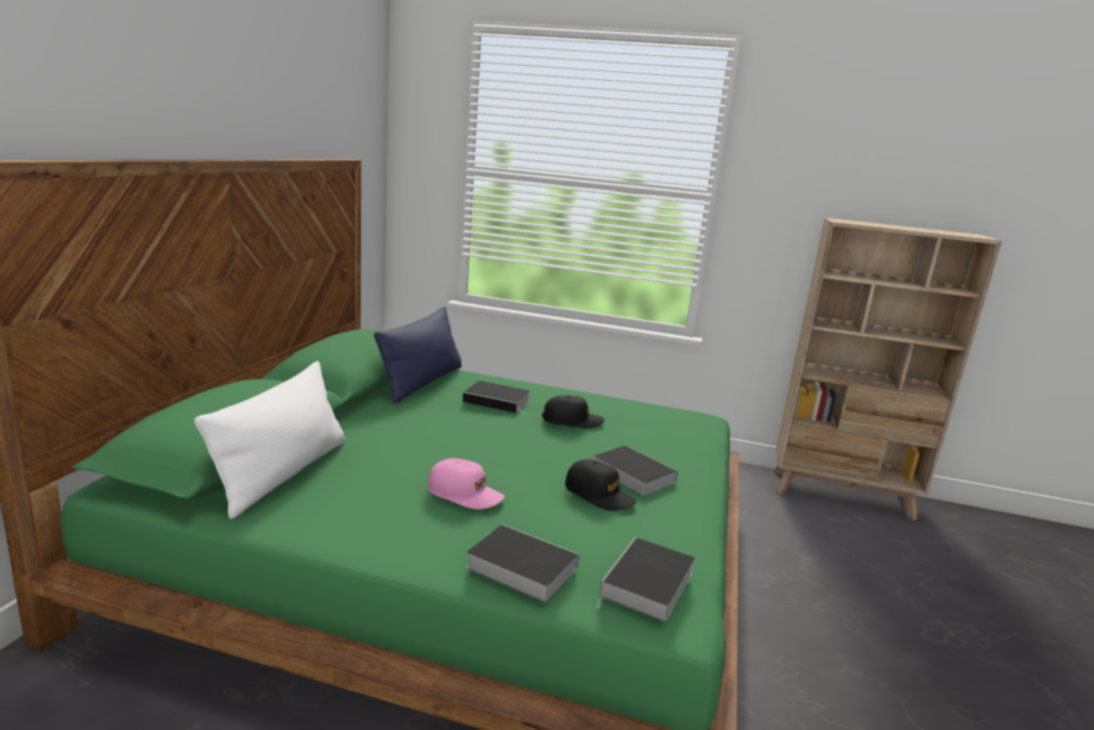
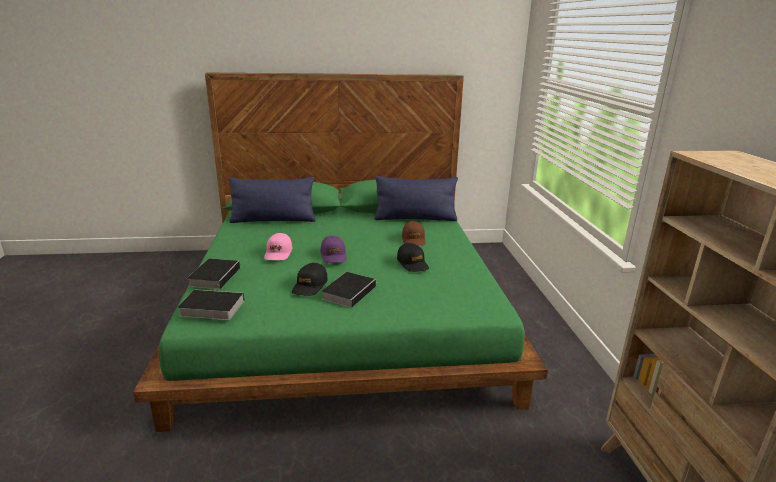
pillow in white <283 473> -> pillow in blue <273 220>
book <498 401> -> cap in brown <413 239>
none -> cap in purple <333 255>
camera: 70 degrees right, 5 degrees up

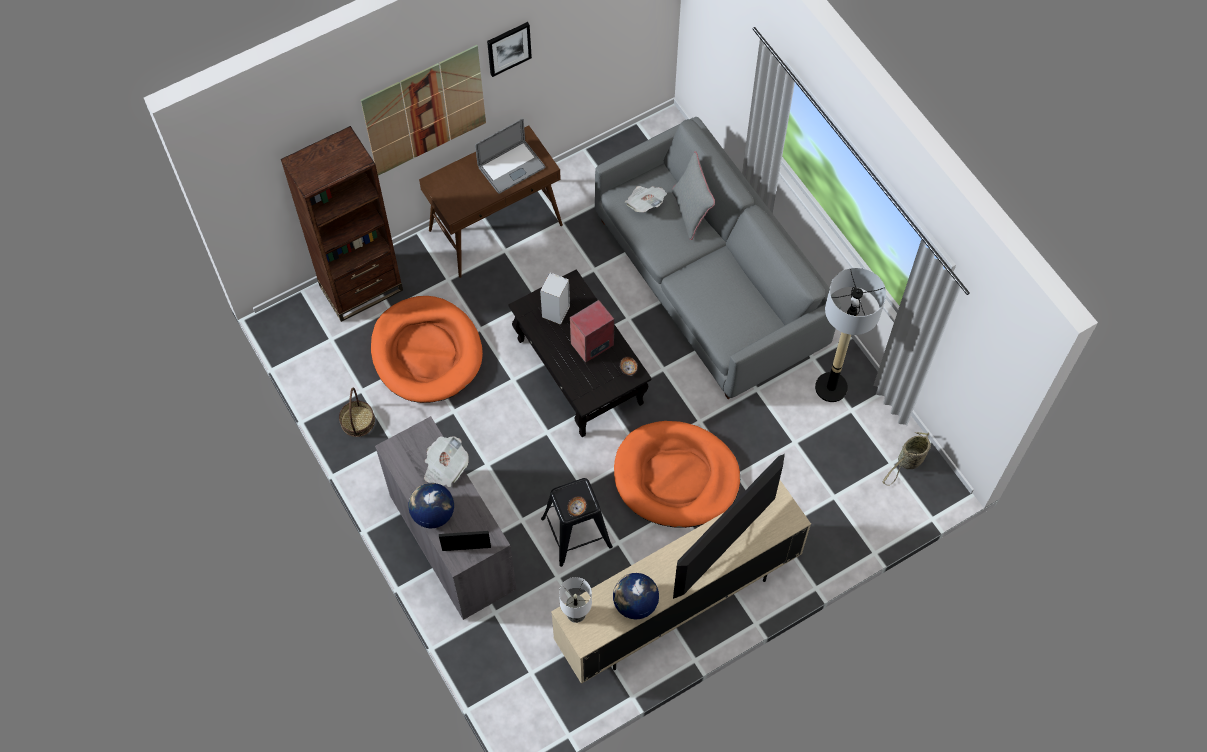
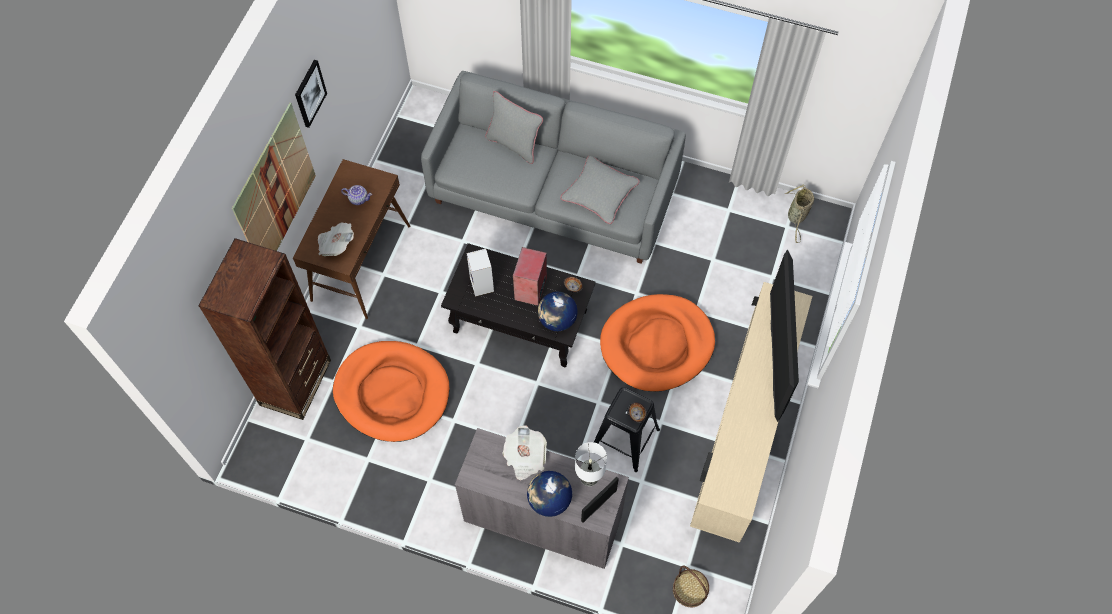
basket <357 421> -> basket <690 589>, relocated
laptop <511 167> -> teapot <358 198>
table lamp <575 613> -> table lamp <589 478>, relocated
globe <635 603> -> globe <557 320>, relocated
newspaper <645 203> -> newspaper <336 245>, relocated
floor lamp <831 387> -> none
none -> pillow in grey <599 193>
camera: 40 degrees left, 0 degrees up

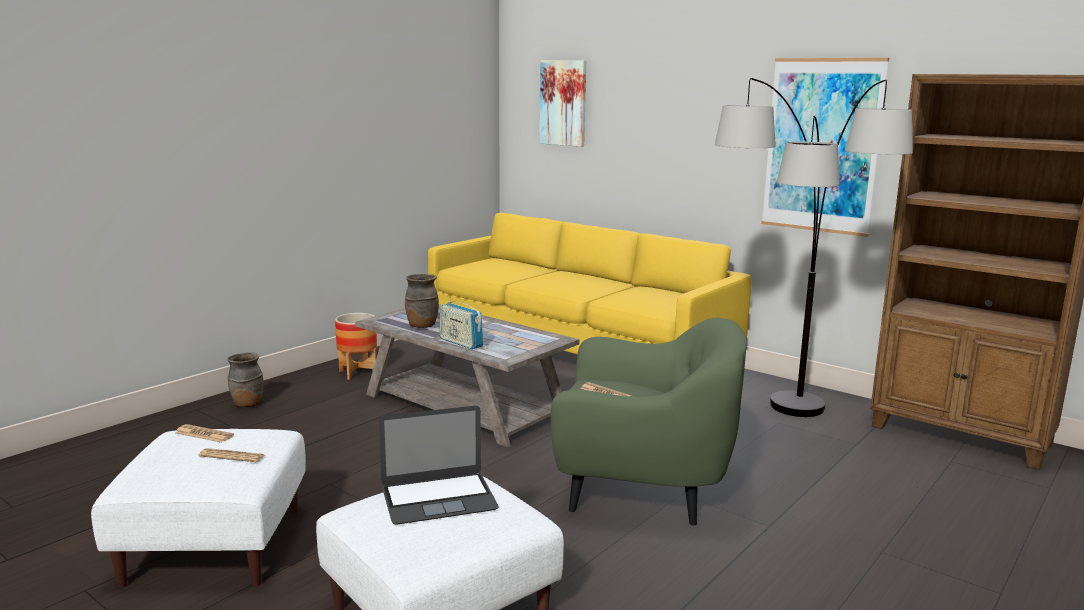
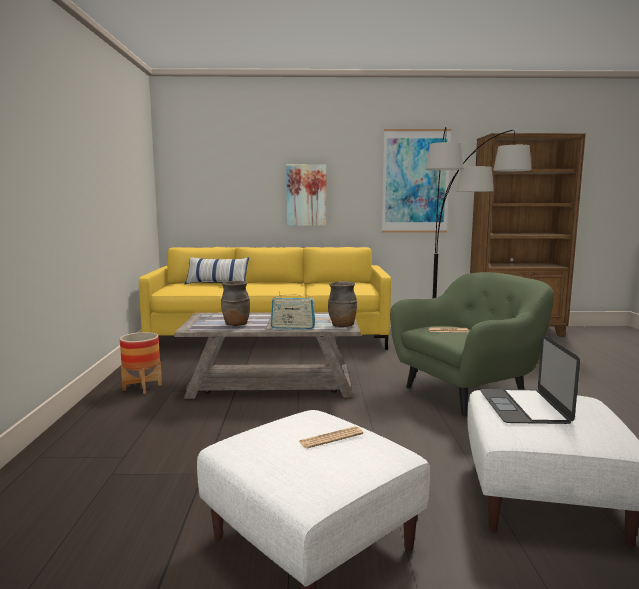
newspaper <204 434> -> none
vase in brown <247 404> -> vase in brown <342 326>, relocated
laptop <439 498> -> laptop <524 406>, 150 degrees clockwise
picture <563 103> -> picture <306 195>, relocated
none -> pillow <217 284>
camera: 40 degrees left, 5 degrees down

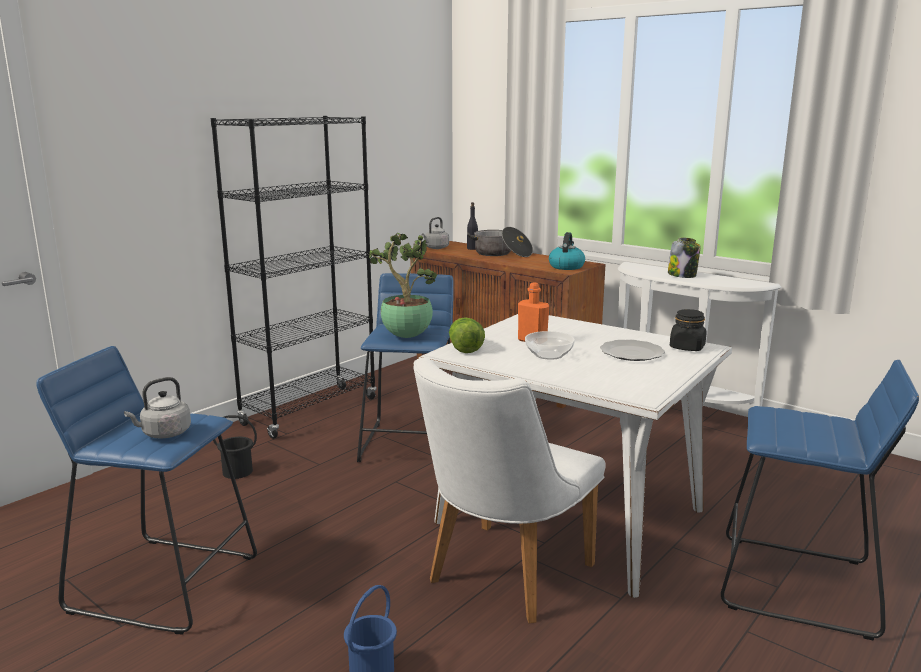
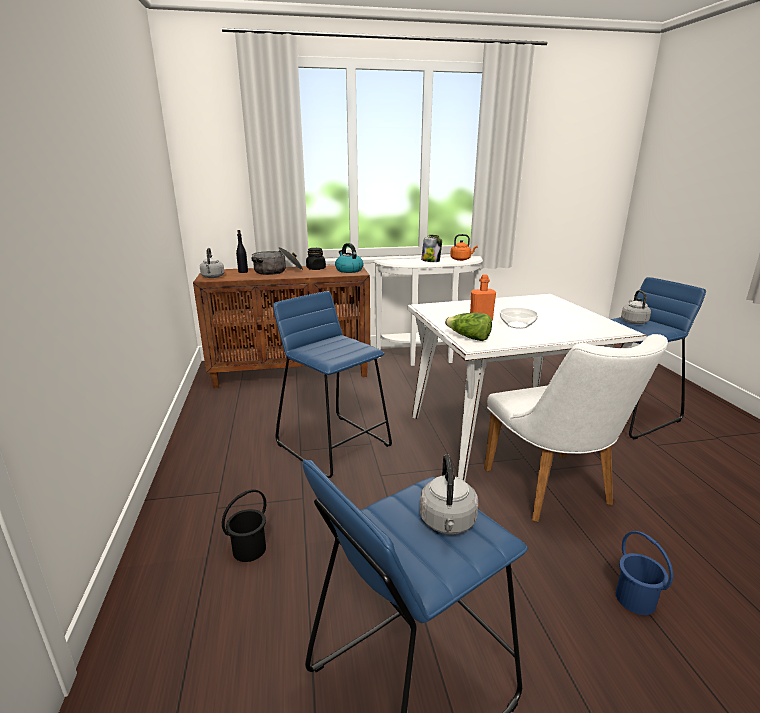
bookcase in black <310 411> -> none
potted plant <405 336> -> none
plate <632 353> -> none
jar in black <687 347> -> jar in black <316 268>, relocated
none -> kettle in orange <461 259>
none -> kettle in grey <633 321>
camera: 50 degrees left, 5 degrees up

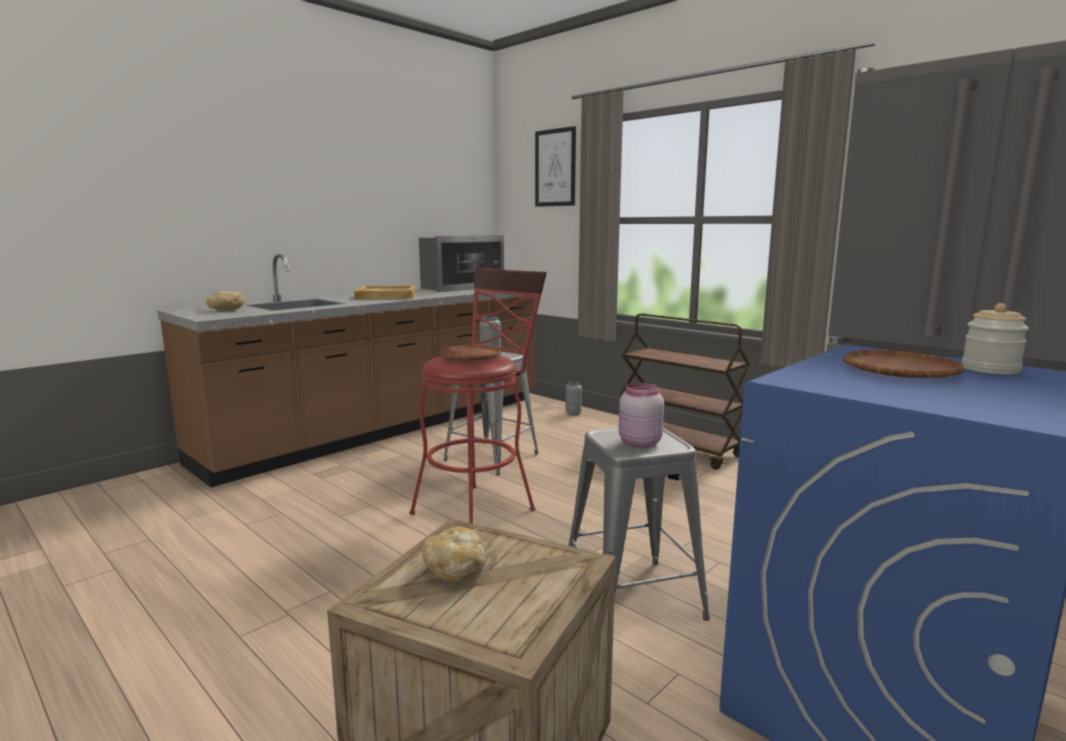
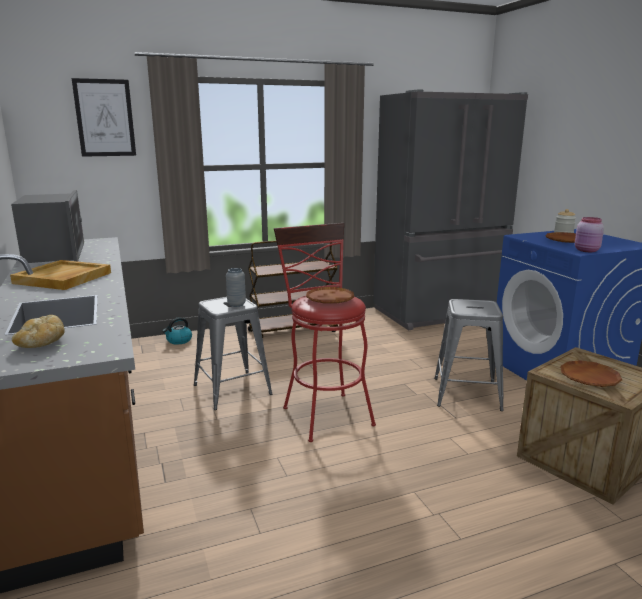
bread <456 569> -> plate in brown <589 377>
vase in grey <573 413> -> kettle <179 341>
jar in pink <638 443> -> jar in pink <587 250>, relocated
camera: 65 degrees left, 5 degrees up

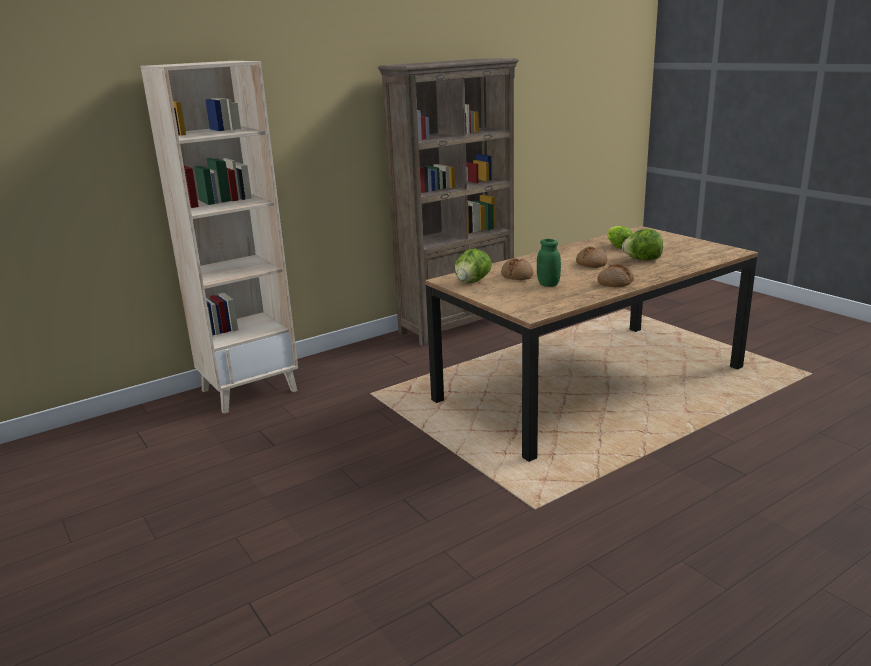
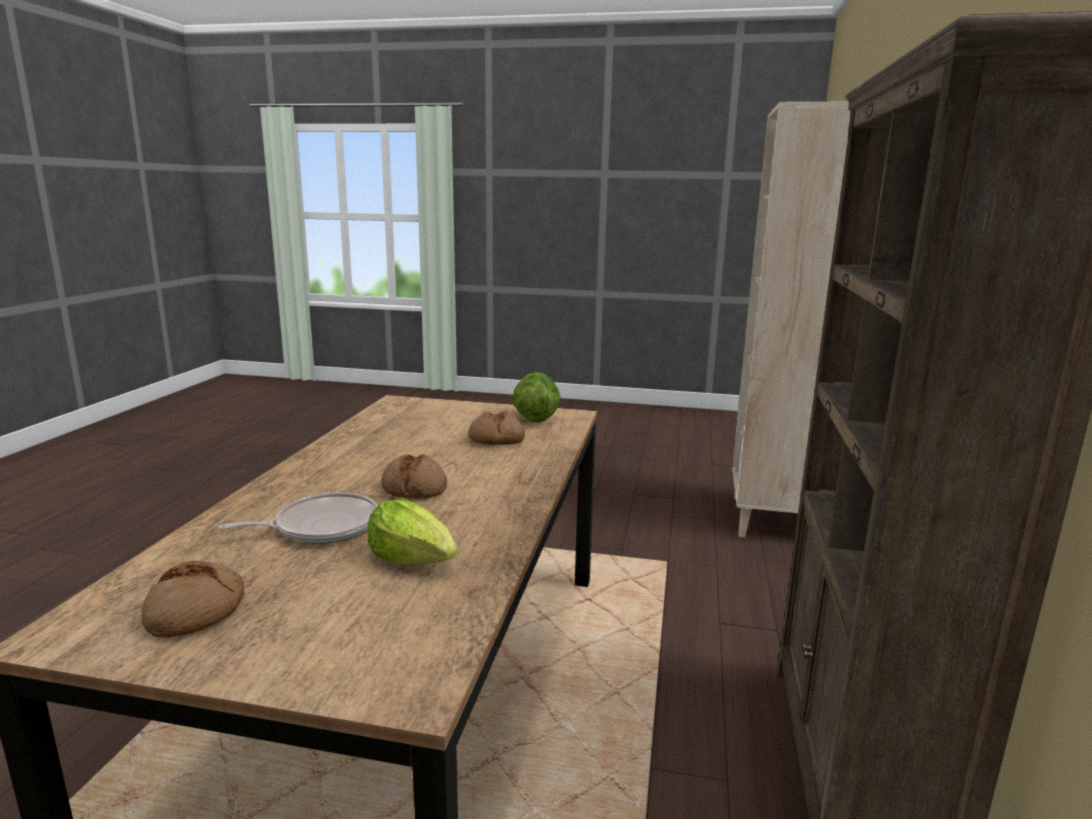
jar in green <548 284> -> none
bread <615 282> -> bread <196 612>, relocated
lettuce <642 259> -> frying pan <321 527>
camera: 135 degrees right, 5 degrees down

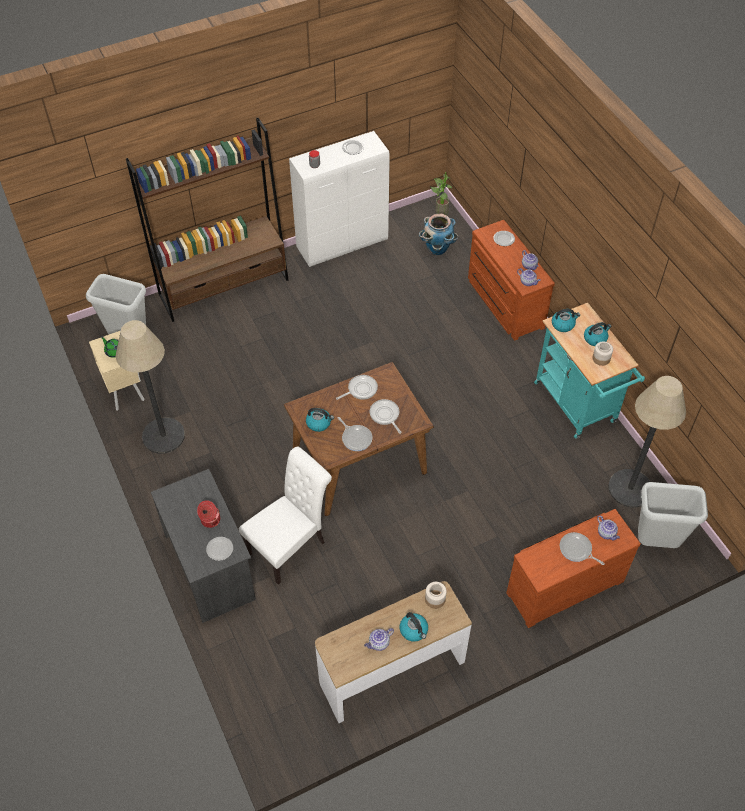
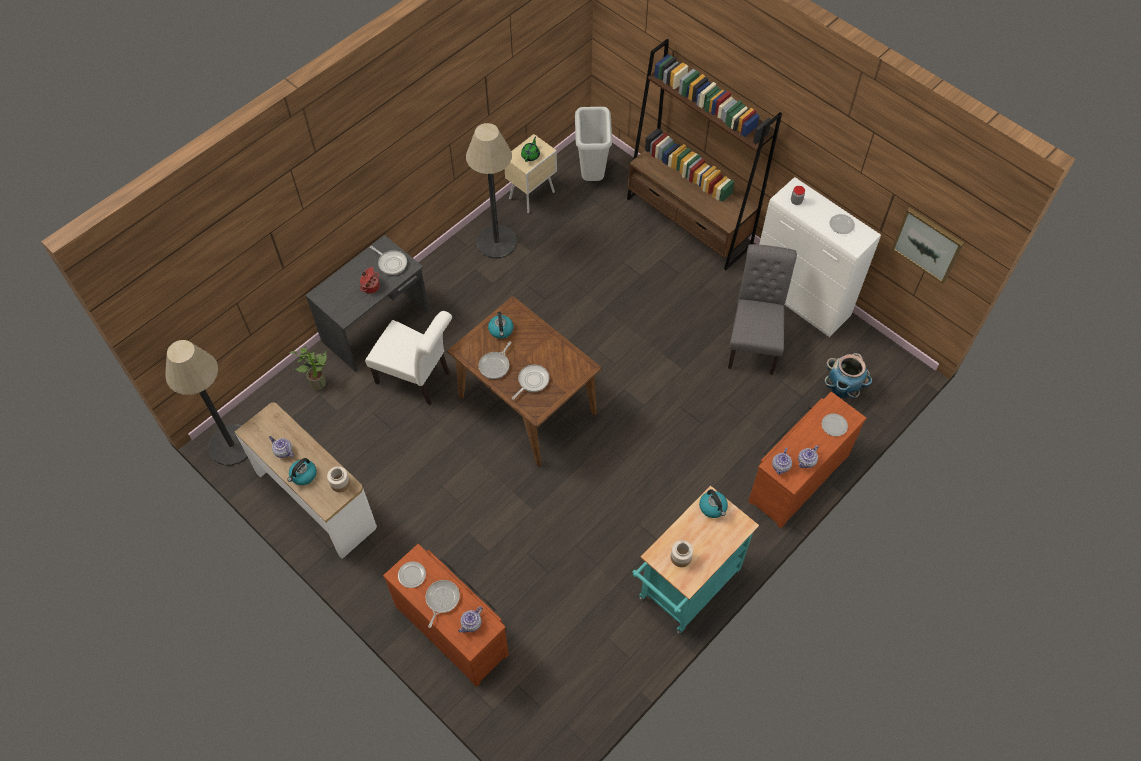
plate <220 549> -> plate <412 575>, relocated
frying pan <360 389> -> frying pan <391 263>, relocated
potted plant <439 211> -> potted plant <319 381>, relocated
kettle <595 338> -> none
floor lamp <630 488> -> floor lamp <231 445>, relocated
trash can in grey <655 543> -> none
none -> chair in grey <753 342>
none -> picture <928 244>
camera: 70 degrees right, 5 degrees up

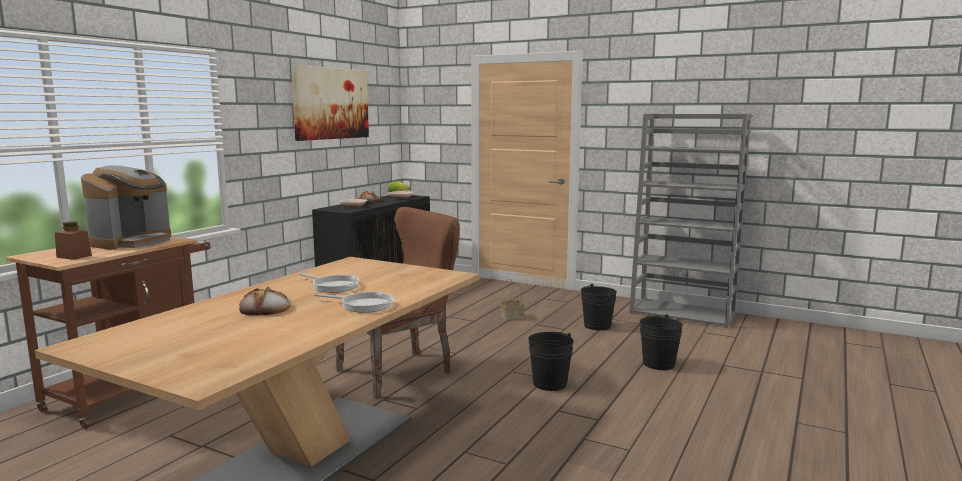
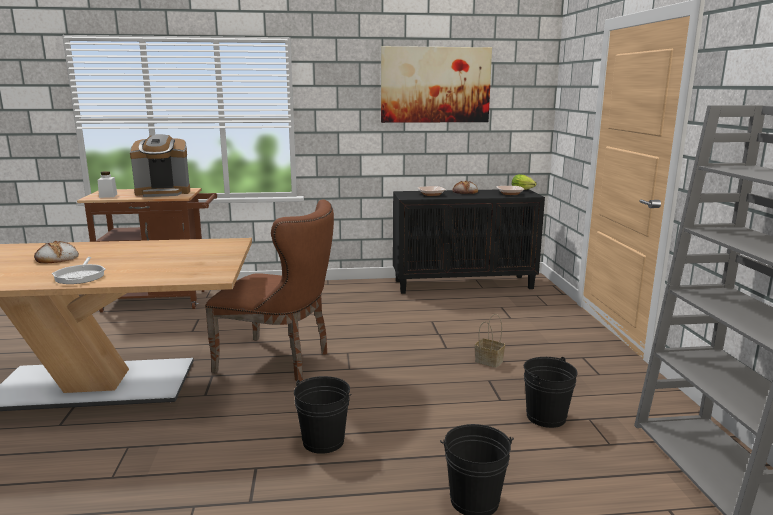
jar in brown <74 256> -> jar in white <108 195>
frying pan <333 286> -> none
camera: 55 degrees right, 5 degrees up

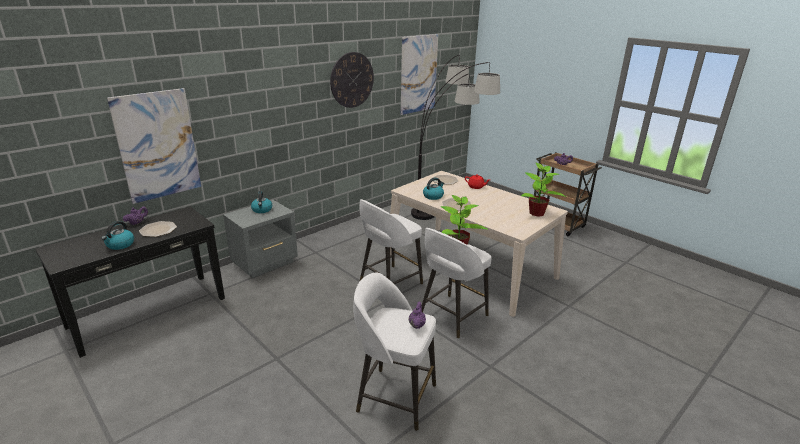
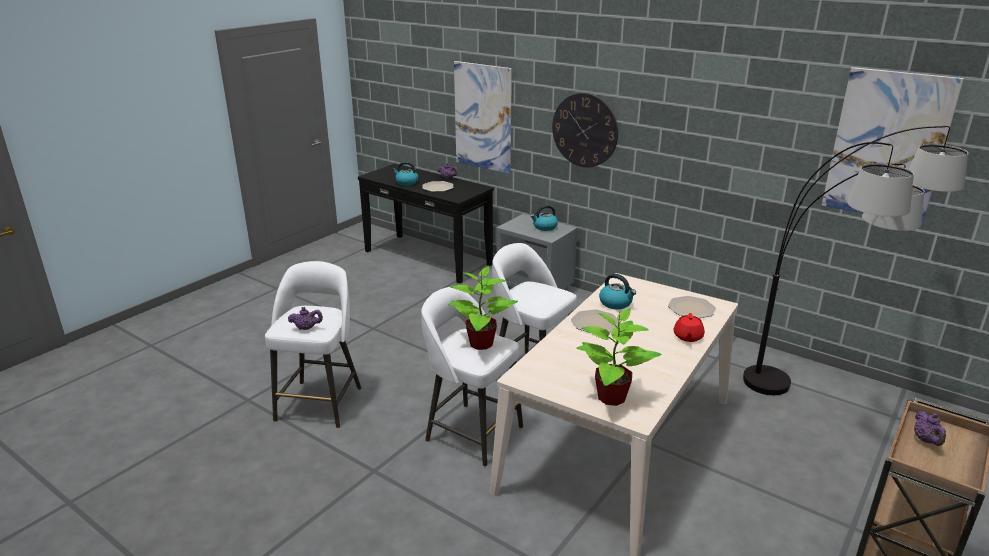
wall clock <352 80> -> wall clock <585 130>, relocated
camera: 80 degrees right, 0 degrees up

